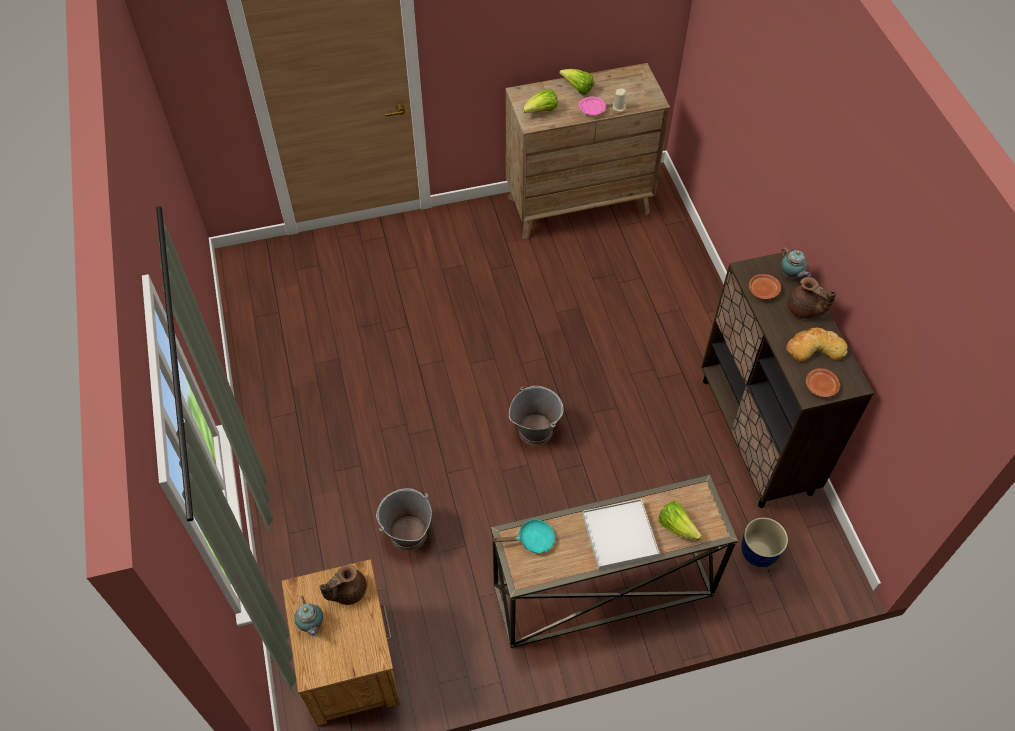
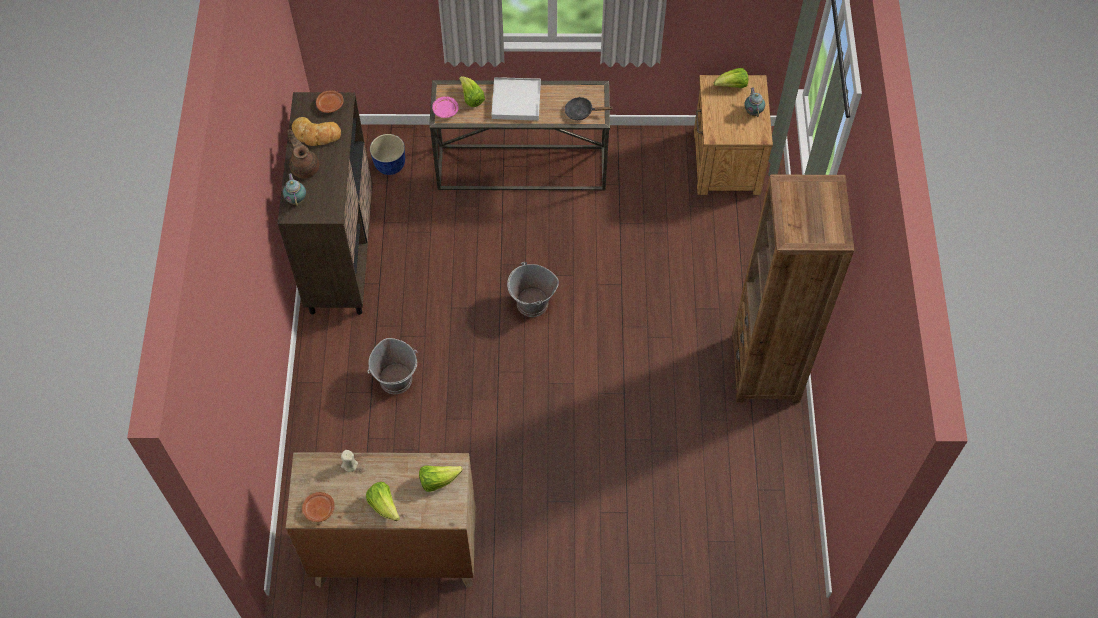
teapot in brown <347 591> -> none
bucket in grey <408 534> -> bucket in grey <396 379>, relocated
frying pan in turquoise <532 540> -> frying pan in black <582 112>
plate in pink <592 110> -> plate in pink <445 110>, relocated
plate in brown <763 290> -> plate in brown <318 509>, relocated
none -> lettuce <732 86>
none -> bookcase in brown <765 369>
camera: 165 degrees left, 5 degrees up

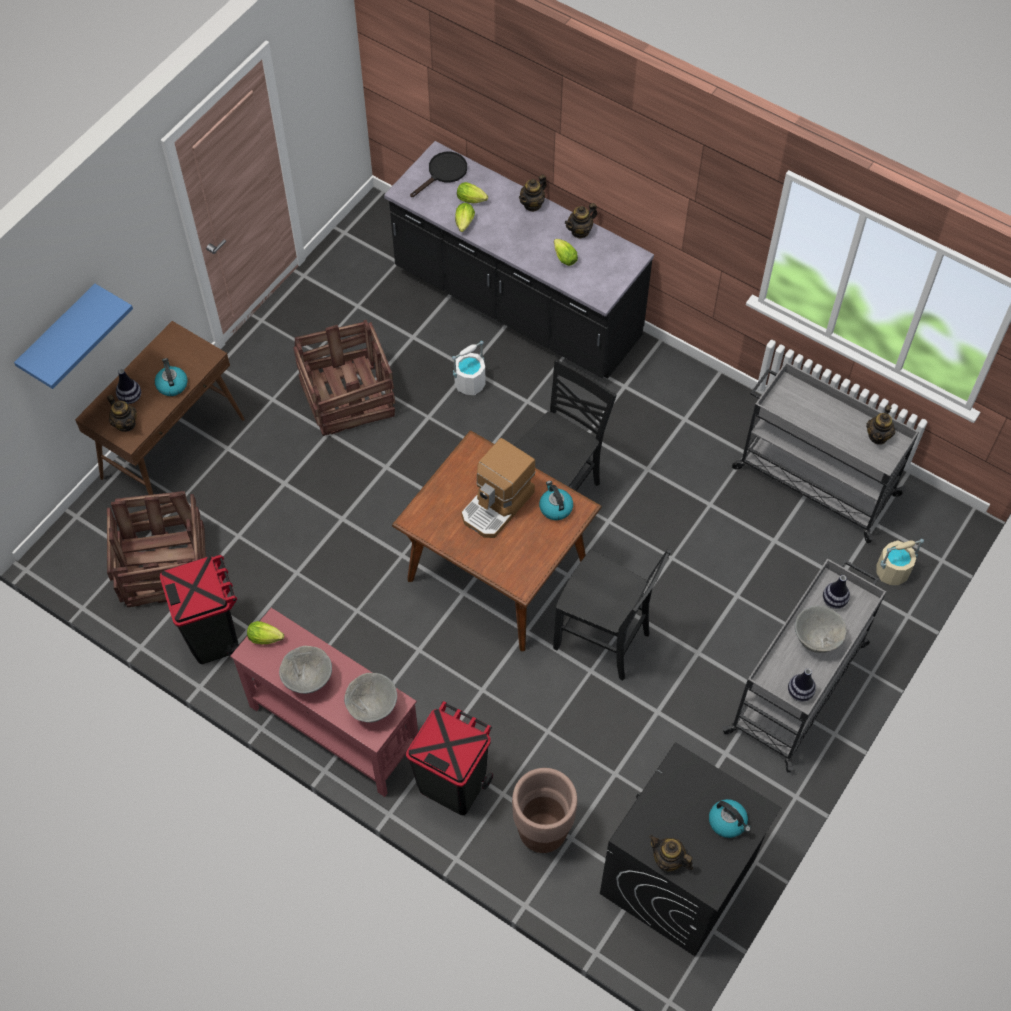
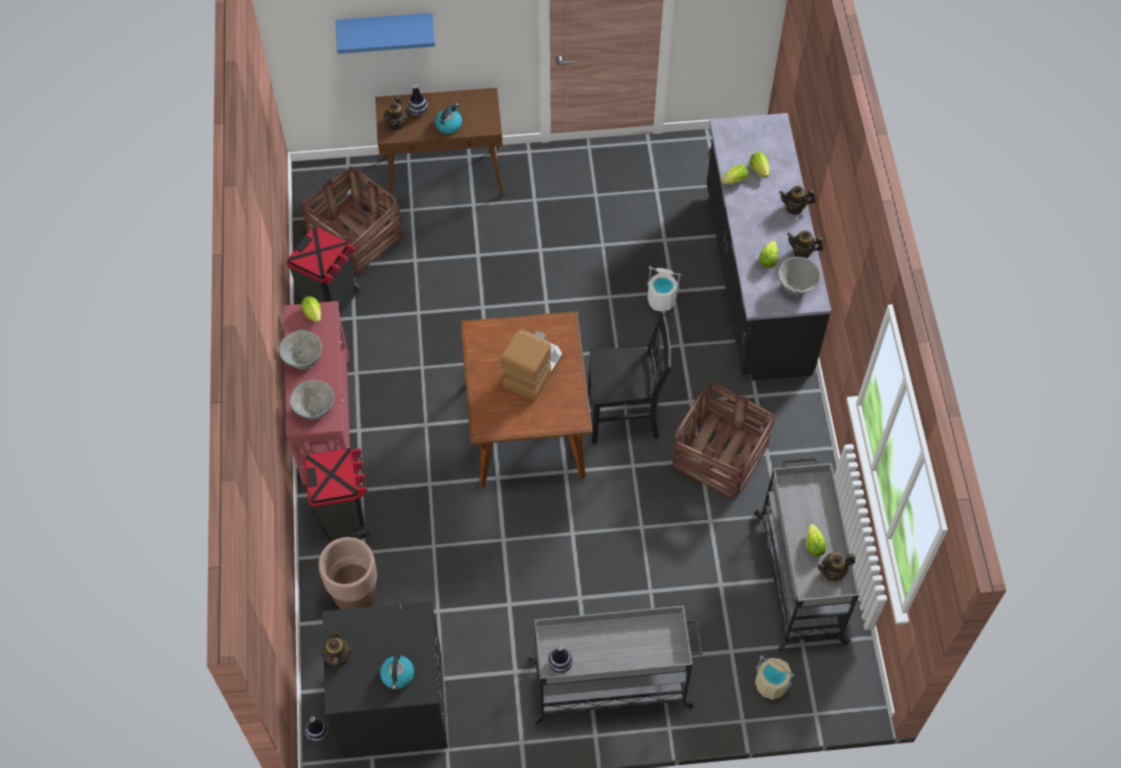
crate <348 398> -> crate <719 456>, relocated
frying pan in black <444 173> -> none
coffee machine <498 505> -> coffee machine <532 370>, 120 degrees clockwise
kettle <555 507> -> none
chair in black <604 641> -> none
bowl in grey <816 640> -> bowl in grey <796 288>, relocated
vase <834 600> -> vase <318 733>, relocated
none -> lettuce <813 543>
camera: 50 degrees right, 0 degrees up

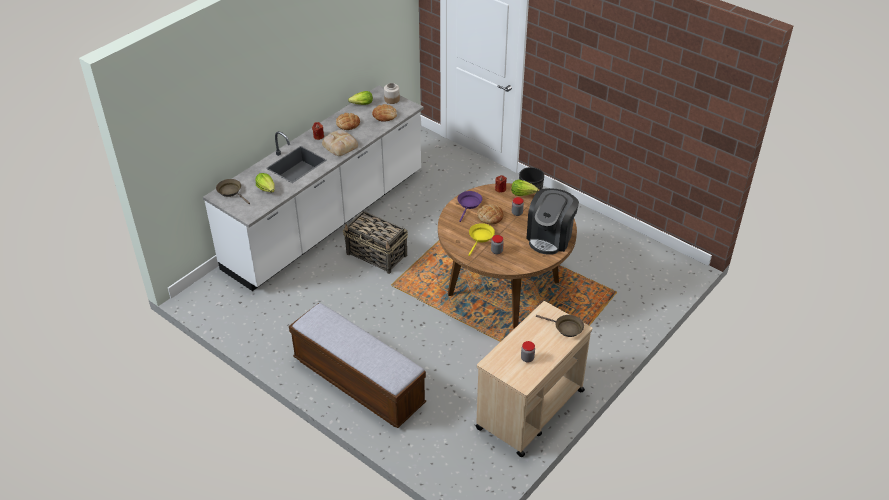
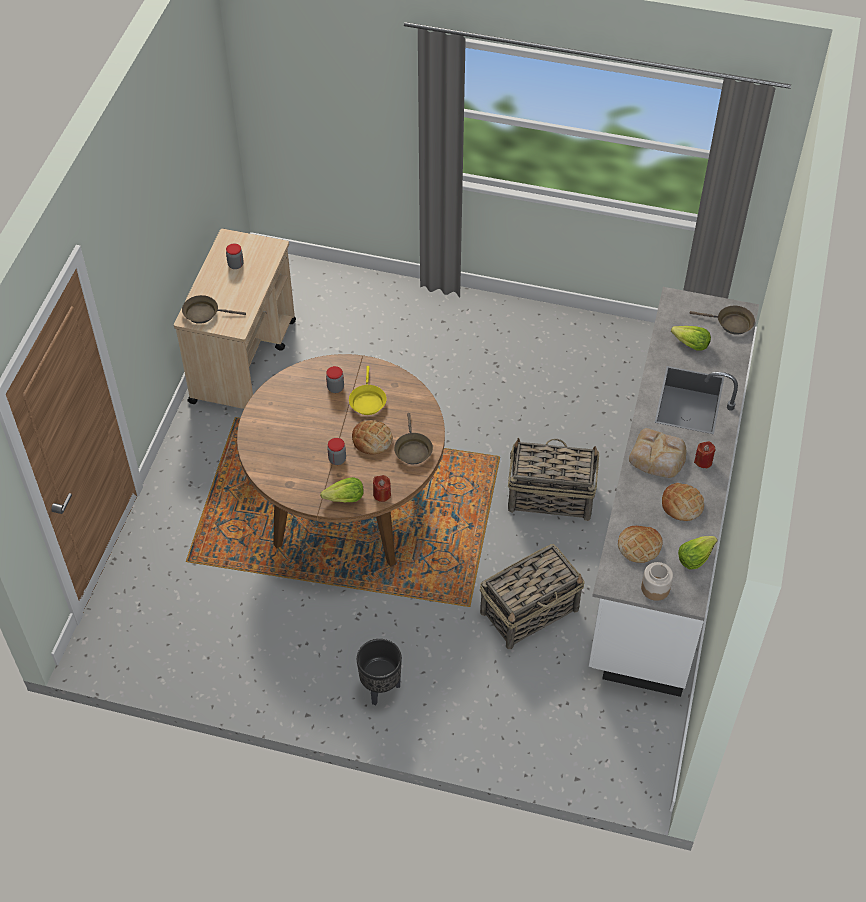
bench <358 382> -> none
frying pan in purple <469 204> -> frying pan in brown <412 449>
coffee machine <550 237> -> none
none -> basket <530 610>
camera: 155 degrees right, 10 degrees up

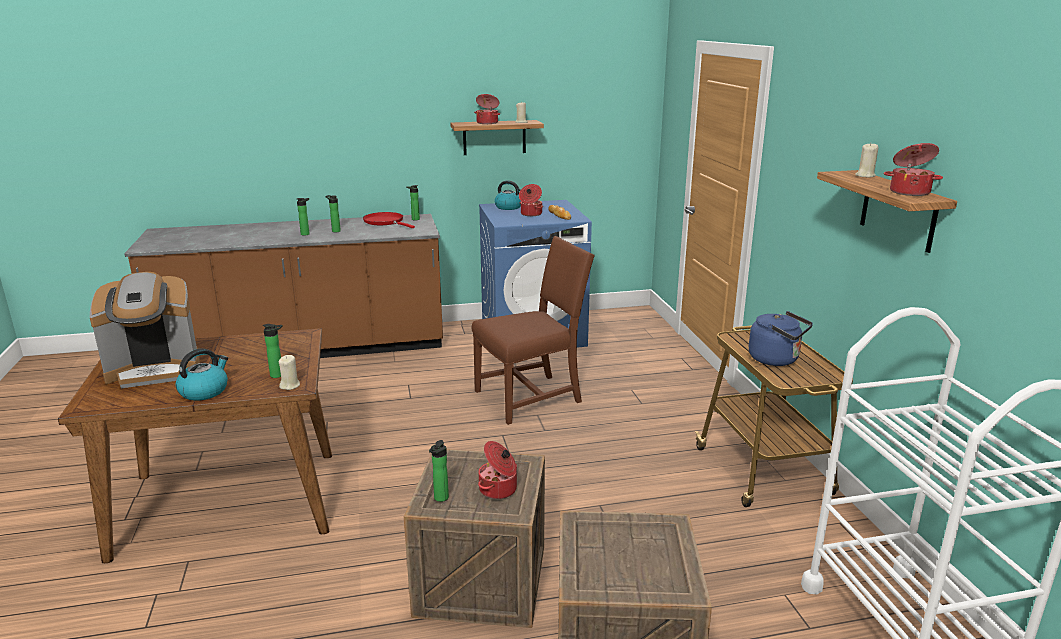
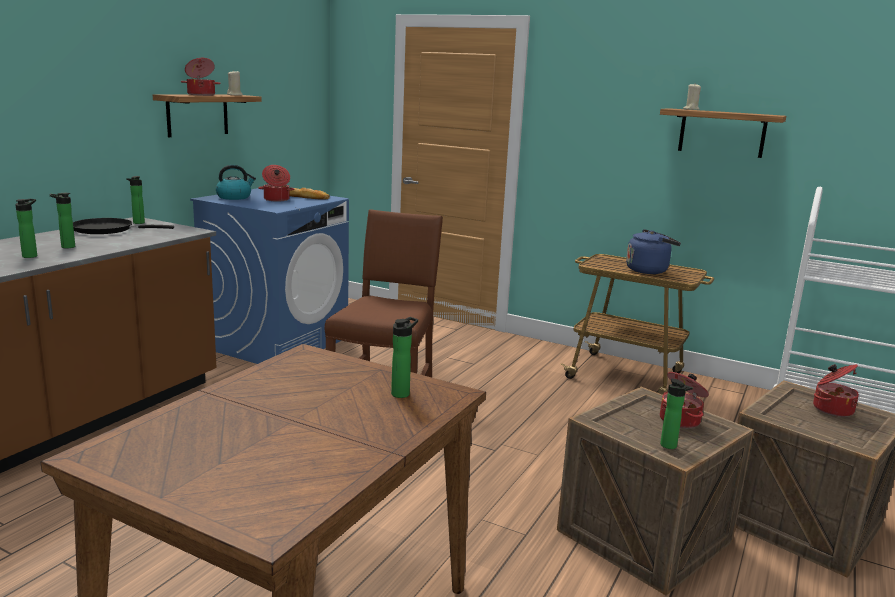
coffee machine <154 370> -> none
kettle <204 391> -> none
candle in beige <290 385> -> none
frying pan in red <385 222> -> frying pan in black <107 230>
cooking pot <909 192> -> cooking pot <831 409>, relocated
camera: 50 degrees left, 5 degrees down

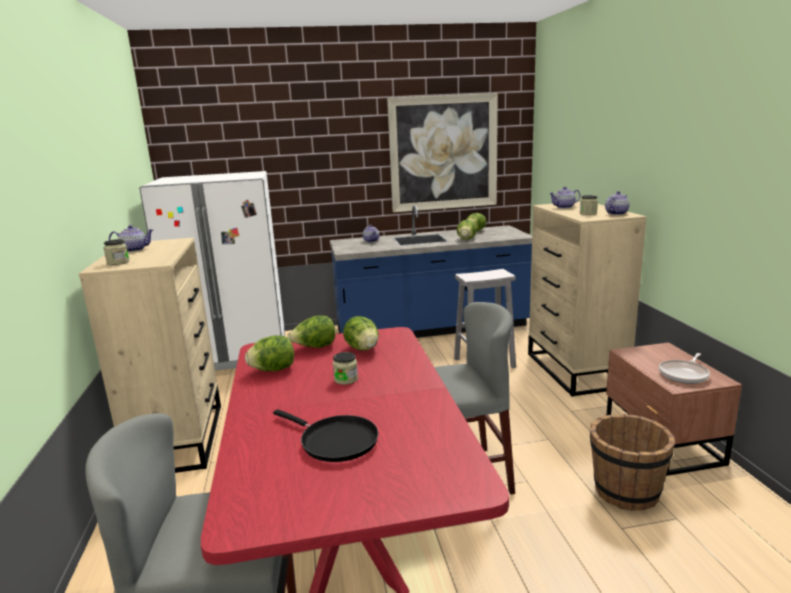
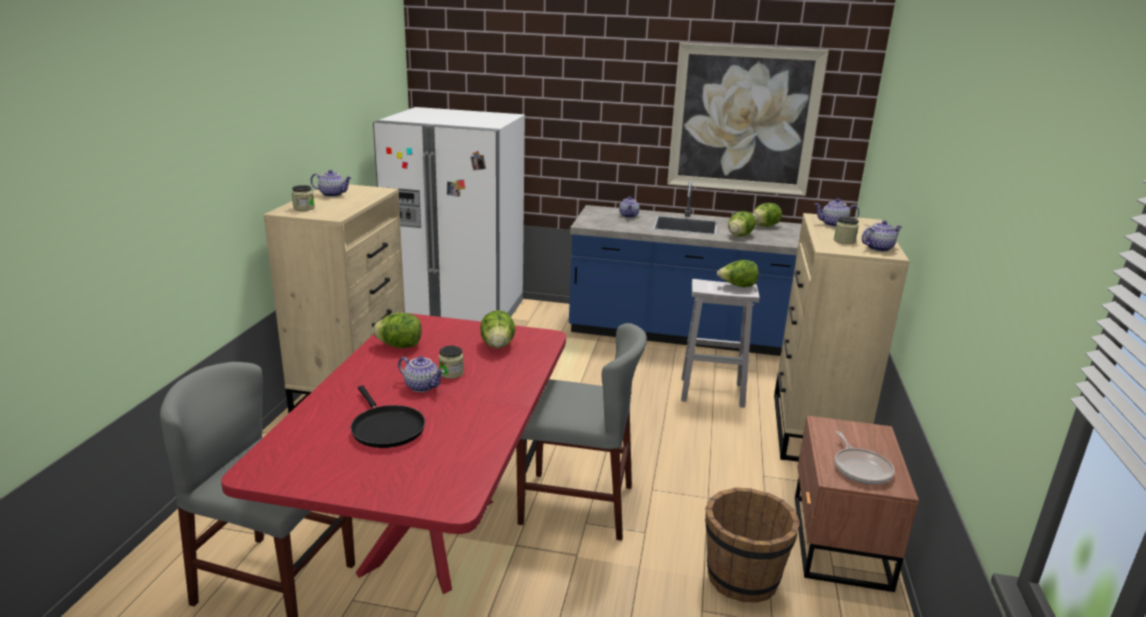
lettuce <314 347> -> lettuce <737 286>, relocated
frying pan <684 374> -> frying pan <861 468>, 75 degrees counterclockwise
none -> teapot <422 386>
camera: 20 degrees right, 5 degrees up

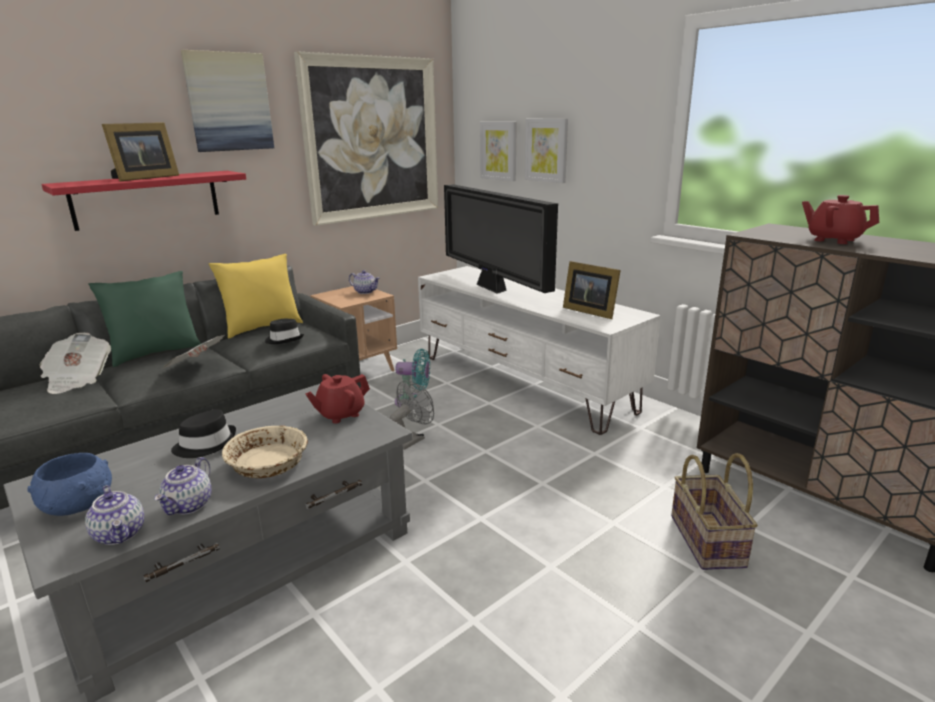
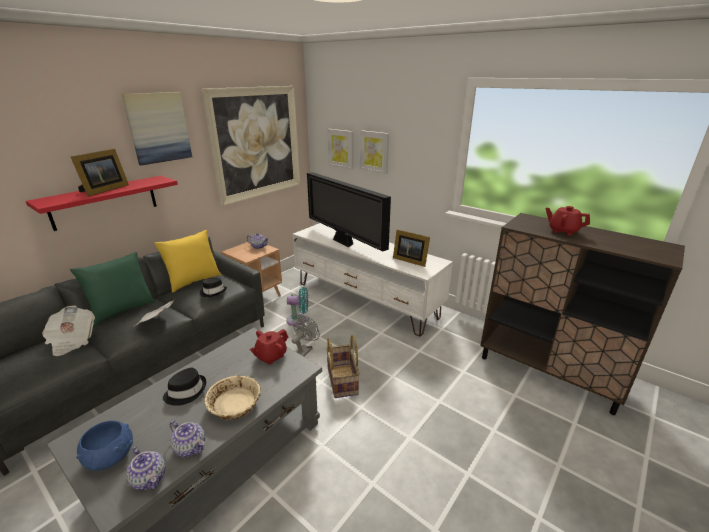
teapot <189 505> -> teapot <191 447>, 60 degrees counterclockwise
basket <708 541> -> basket <343 380>, relocated
camera: 10 degrees left, 5 degrees up

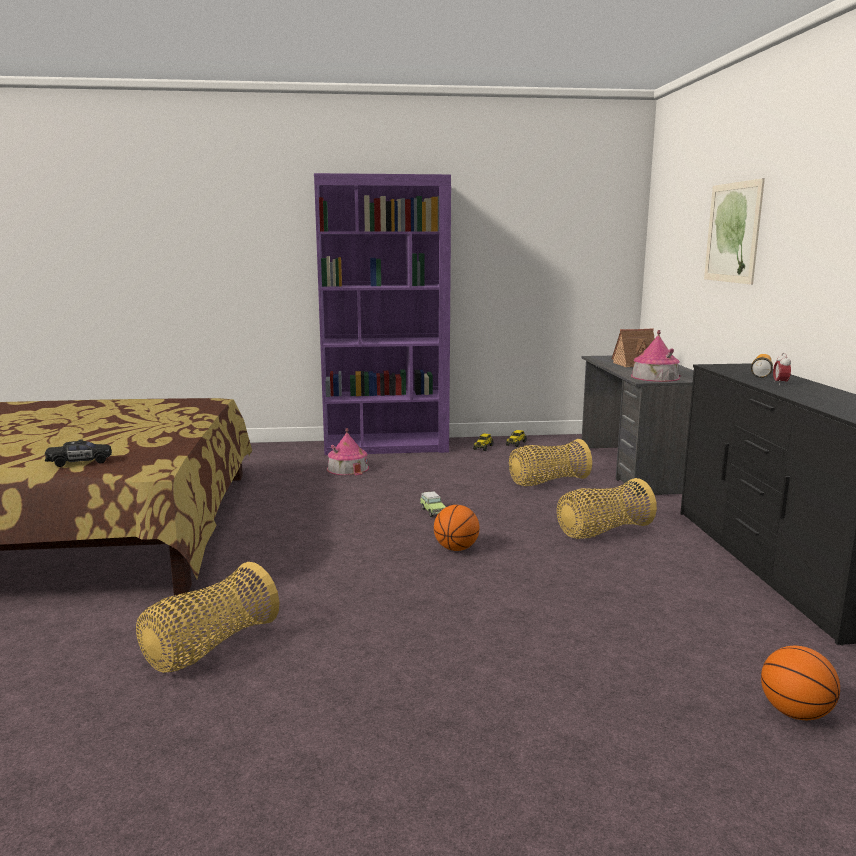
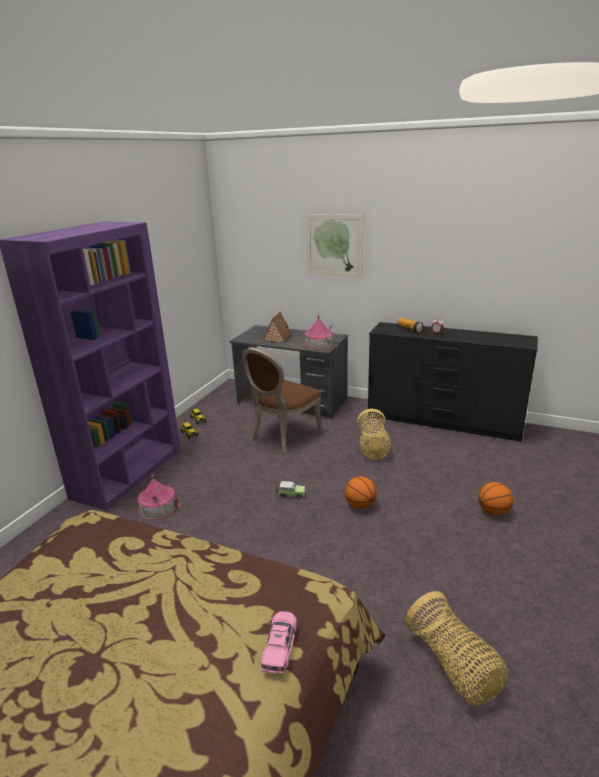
toy car in black <80 462> -> toy car in pink <280 647>
basket <547 482> -> chair in brown <282 436>
basketball <795 713> -> basketball <493 512>, relocated
camera: 60 degrees left, 10 degrees up

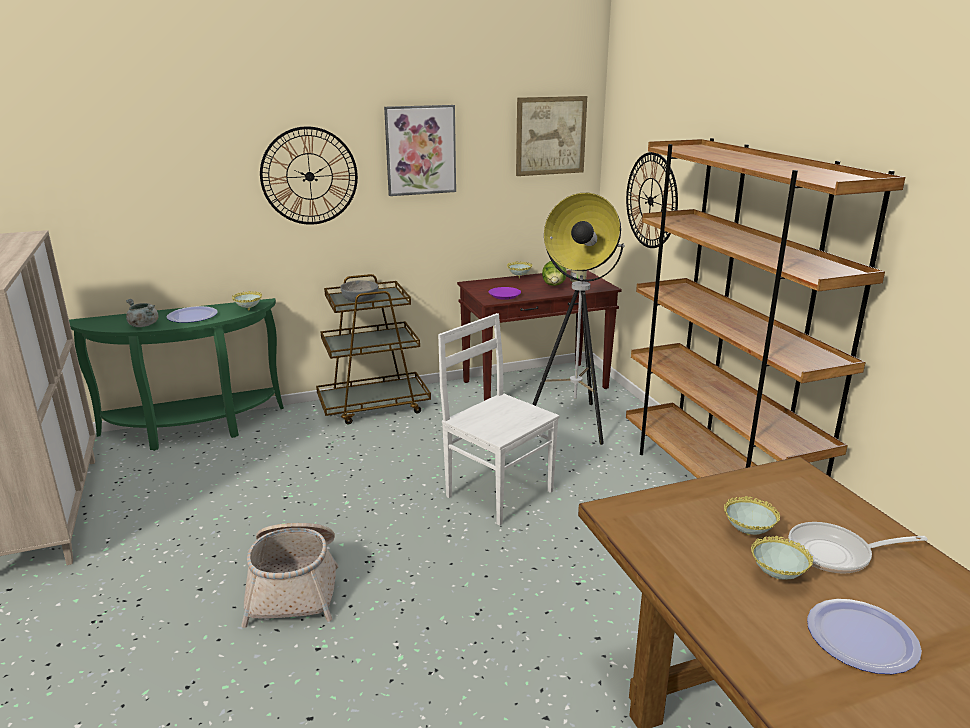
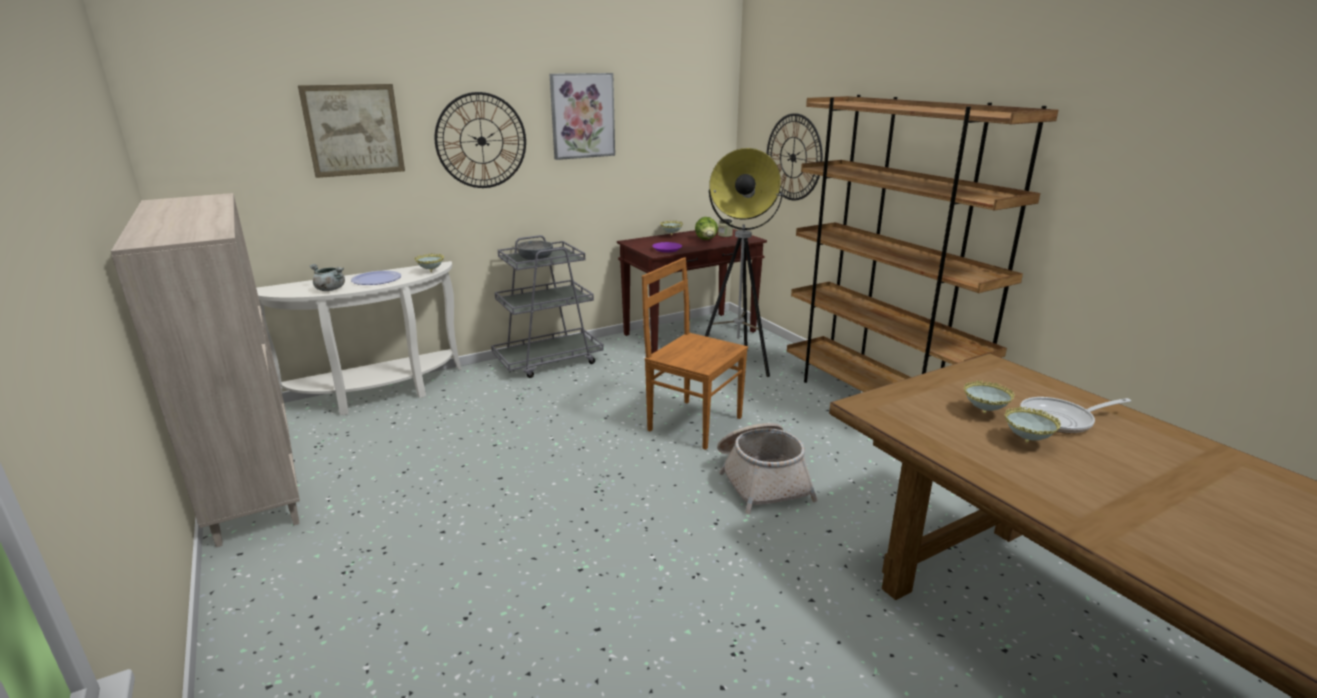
console table in green <194 430> -> console table in white <378 395>
basket <295 585> -> basket <761 479>, relocated
cart in brown <374 406> -> cart in grey <549 361>
chair in white <497 492> -> chair in brown <692 423>
picture <550 136> -> picture <353 130>, relocated
plate <861 637> -> none
camera: 10 degrees left, 0 degrees up

